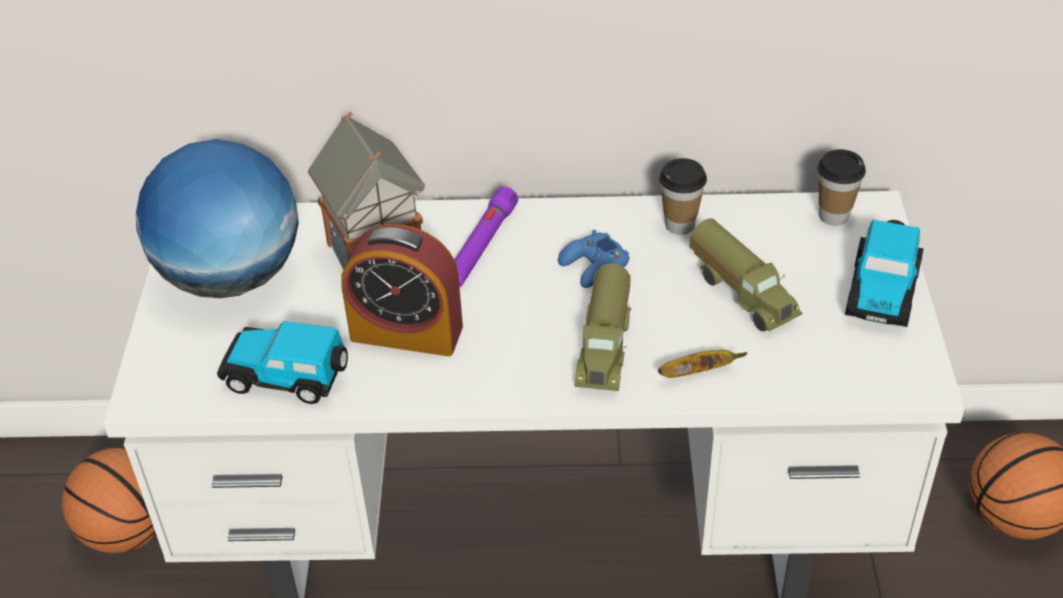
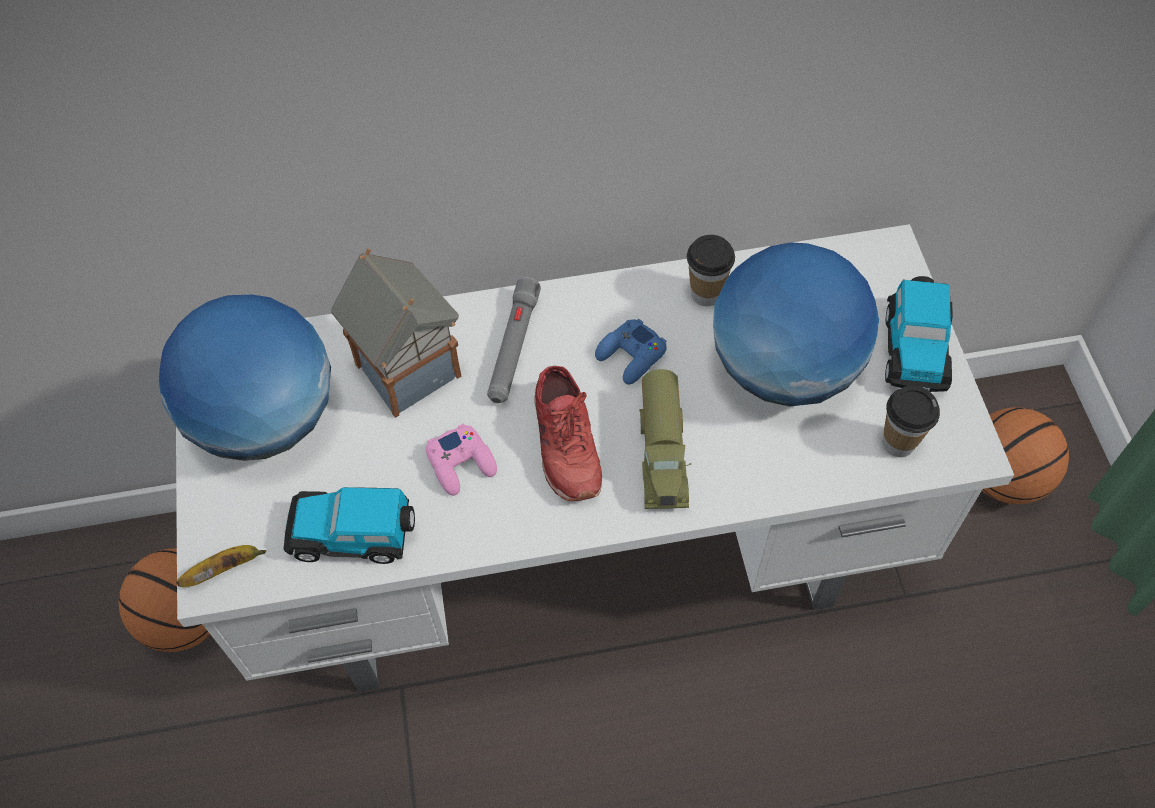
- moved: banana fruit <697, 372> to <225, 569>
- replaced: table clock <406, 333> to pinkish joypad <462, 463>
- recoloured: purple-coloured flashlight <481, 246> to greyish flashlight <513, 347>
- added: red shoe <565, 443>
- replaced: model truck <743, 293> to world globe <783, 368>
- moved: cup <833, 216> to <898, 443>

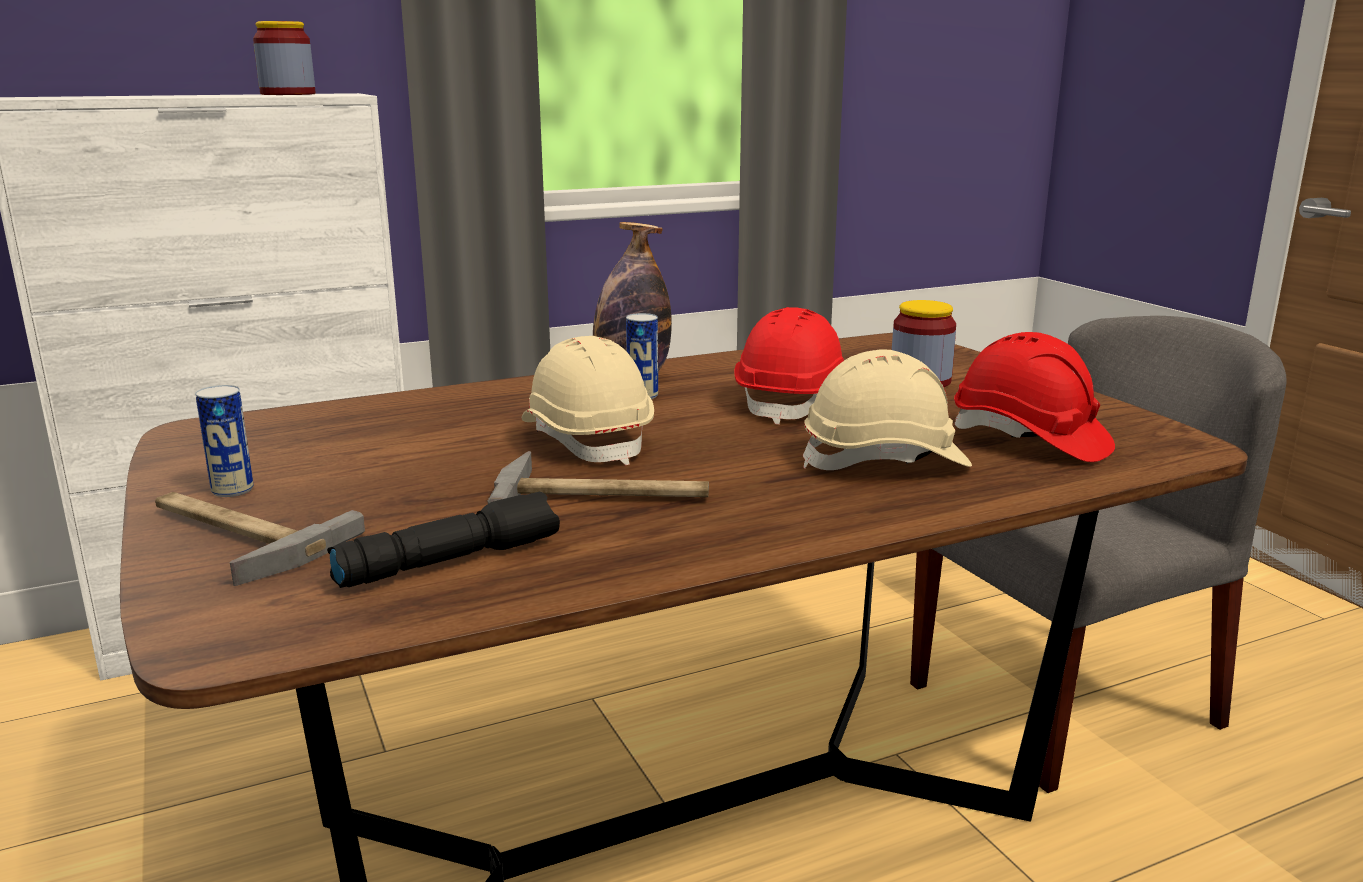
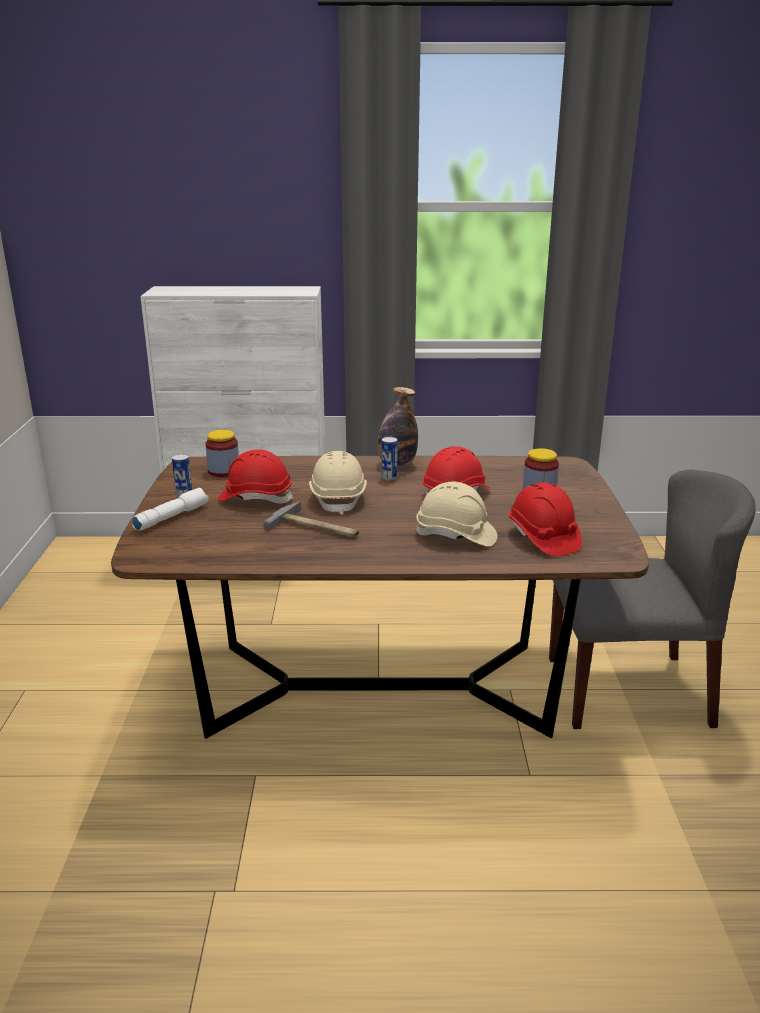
- replaced: hand hammer <233, 534> to whitish flashlight <171, 517>
- moved: storage jar <288, 94> to <224, 471>
- added: red safety helmet <255, 498>
- removed: black flashlight <450, 560>

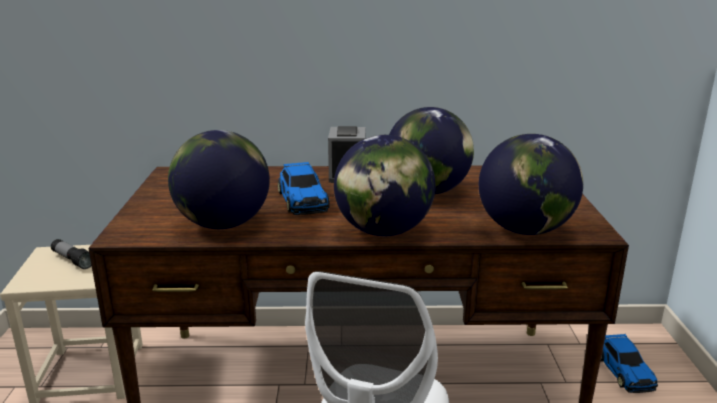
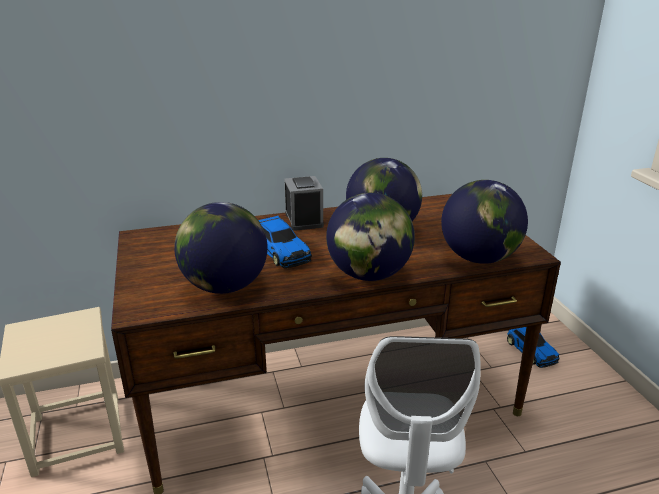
- removed: flashlight <73, 260>

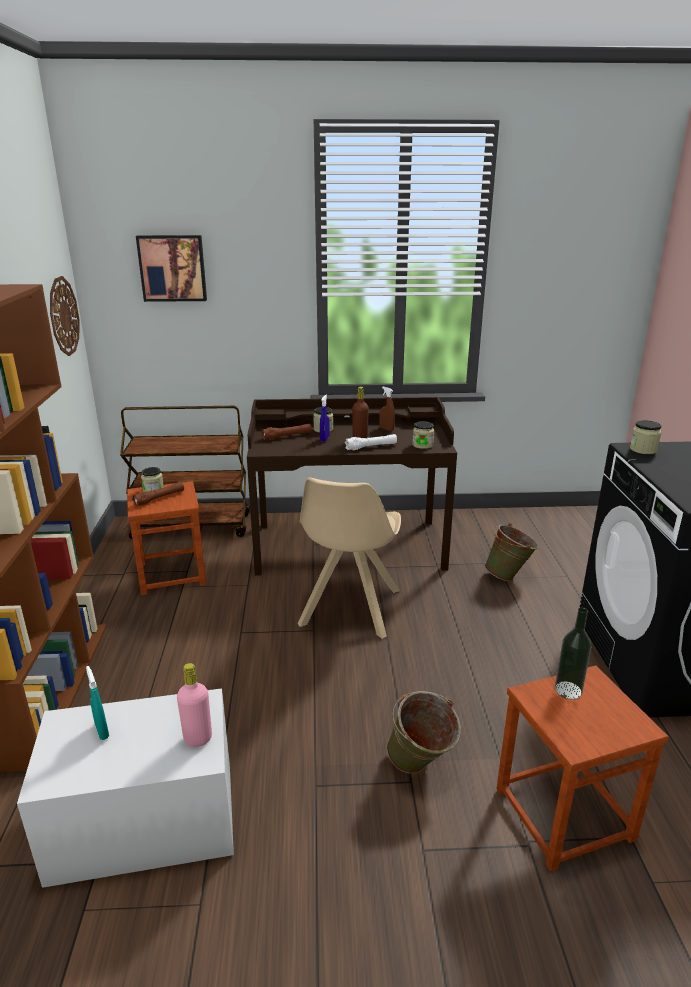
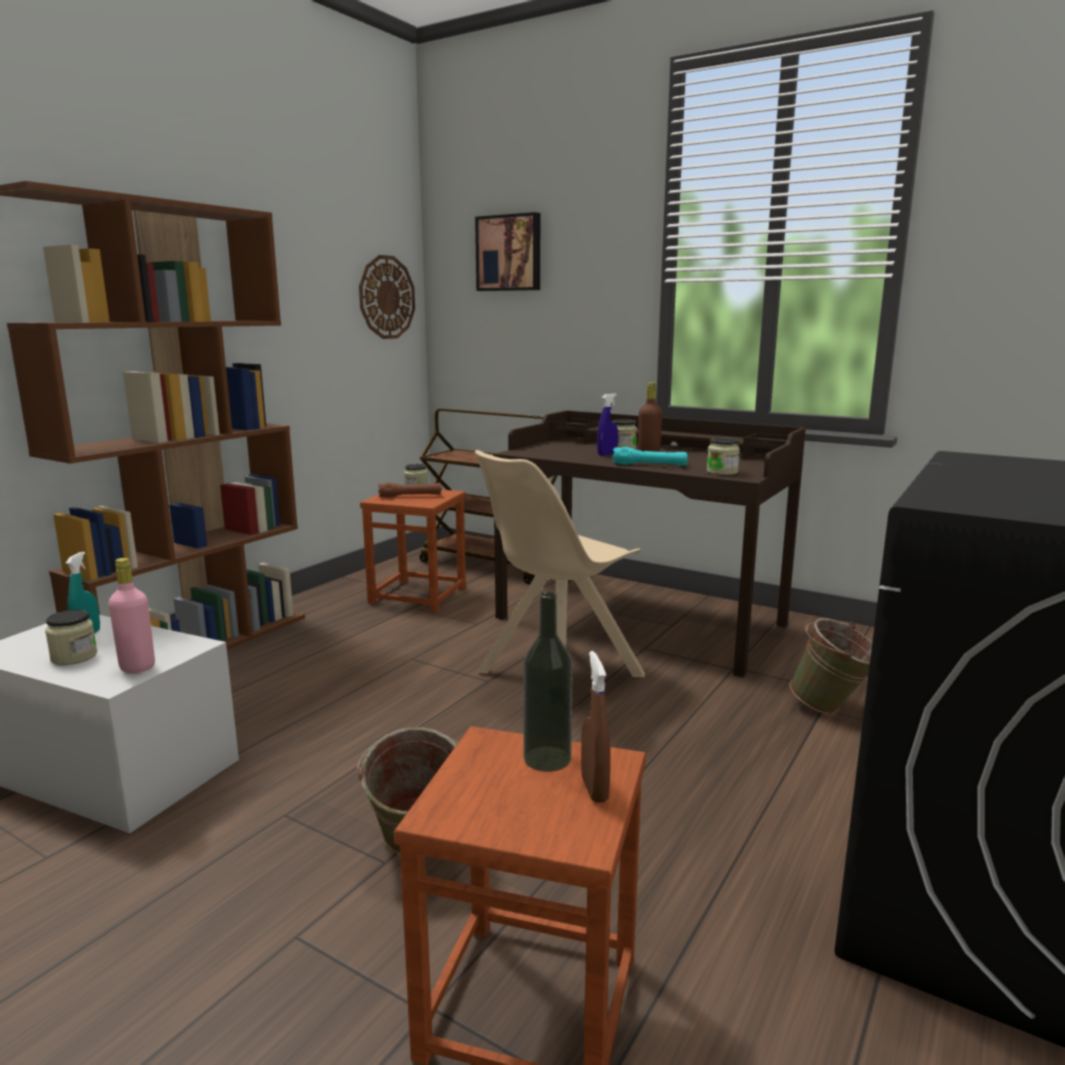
- moved: storage jar <643, 449> to <74, 657>
- moved: brown spray bottle <386, 429> to <594, 789>
- recoloured: whitish flashlight <371, 447> to turquoise flashlight <649, 465>
- removed: brown flashlight <287, 436>

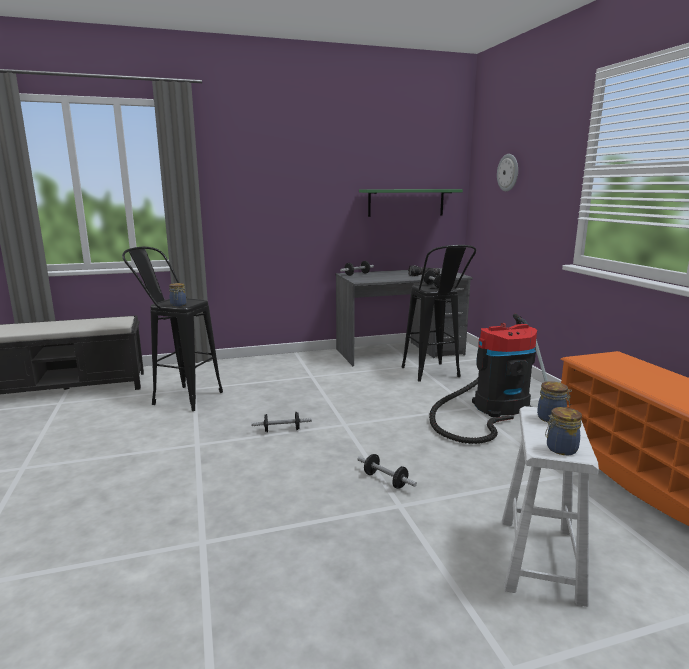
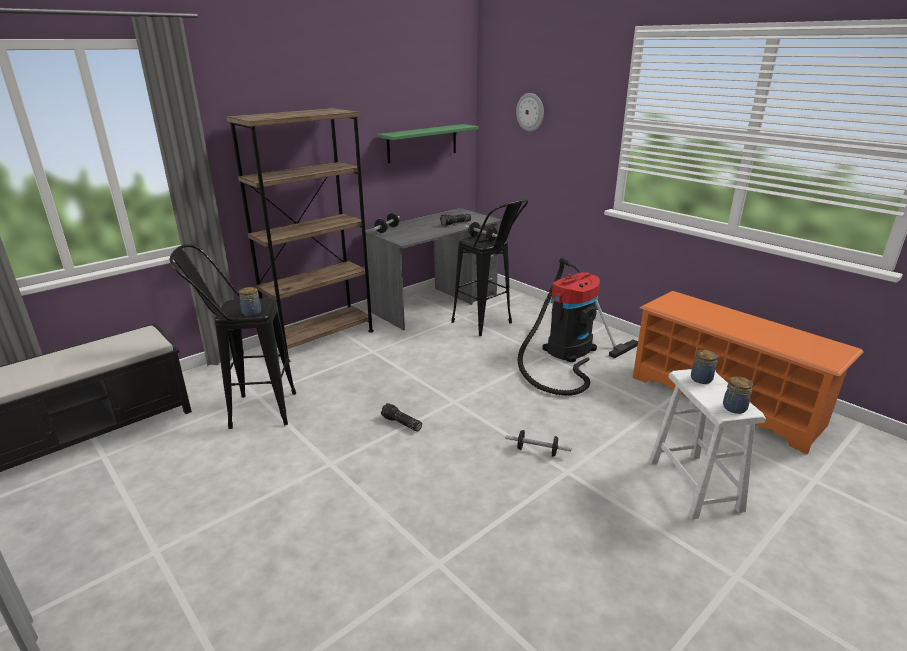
- added: brown bookcase <321, 338>
- replaced: hand weight <282, 430> to flashlight <401, 423>

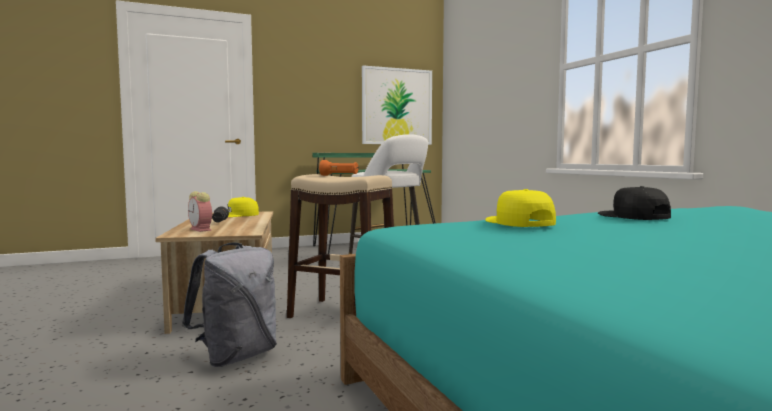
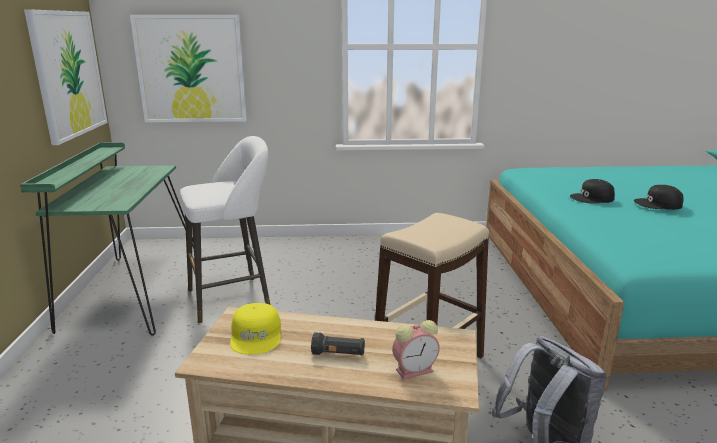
- added: picture <191, 69>
- added: black cap <658, 204>
- removed: orange-coloured flashlight <339, 175>
- removed: yellowish cap <518, 222>

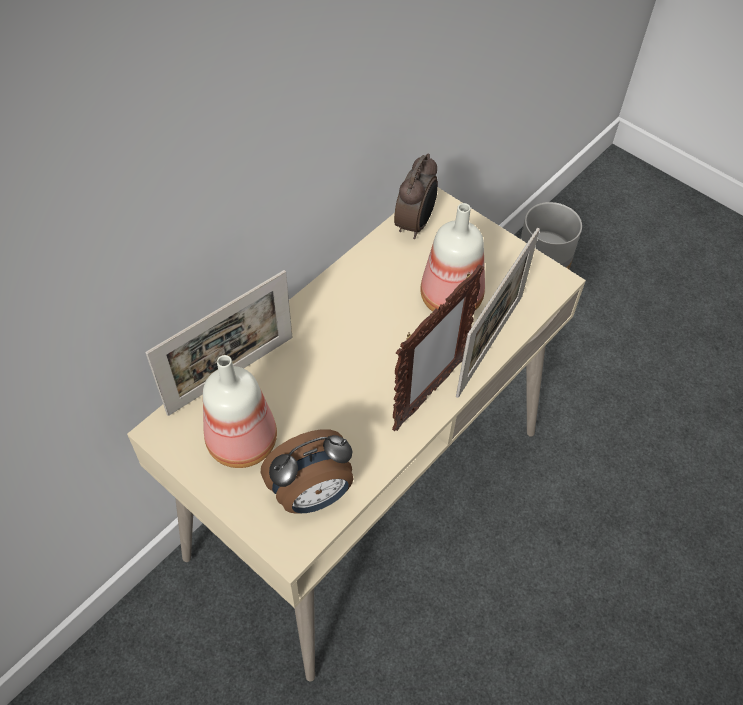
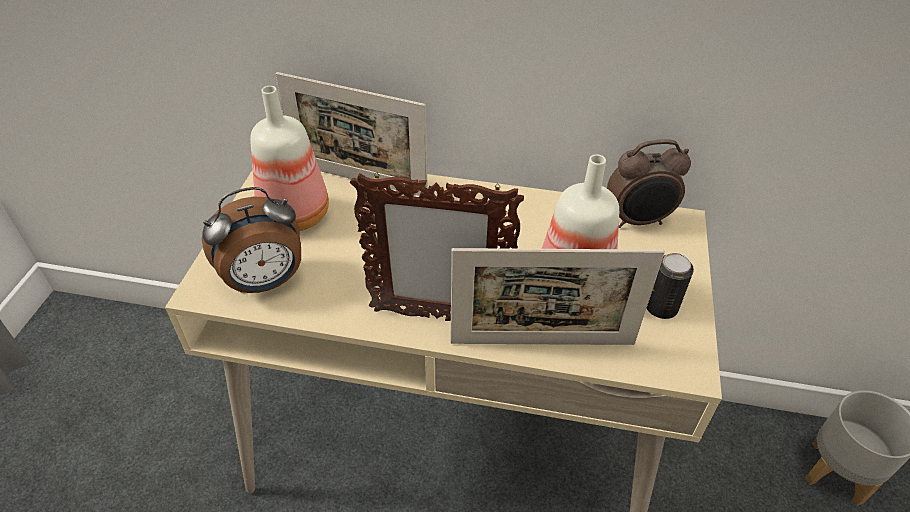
- turned: table clock <312, 495> = <265, 282> 60 degrees counterclockwise
- added: can <661, 308>

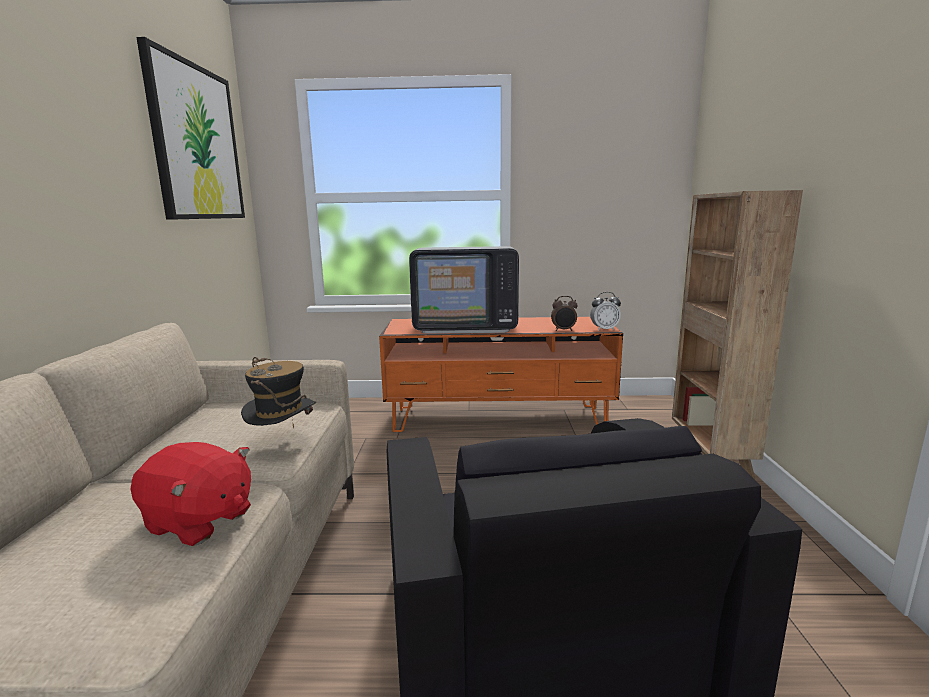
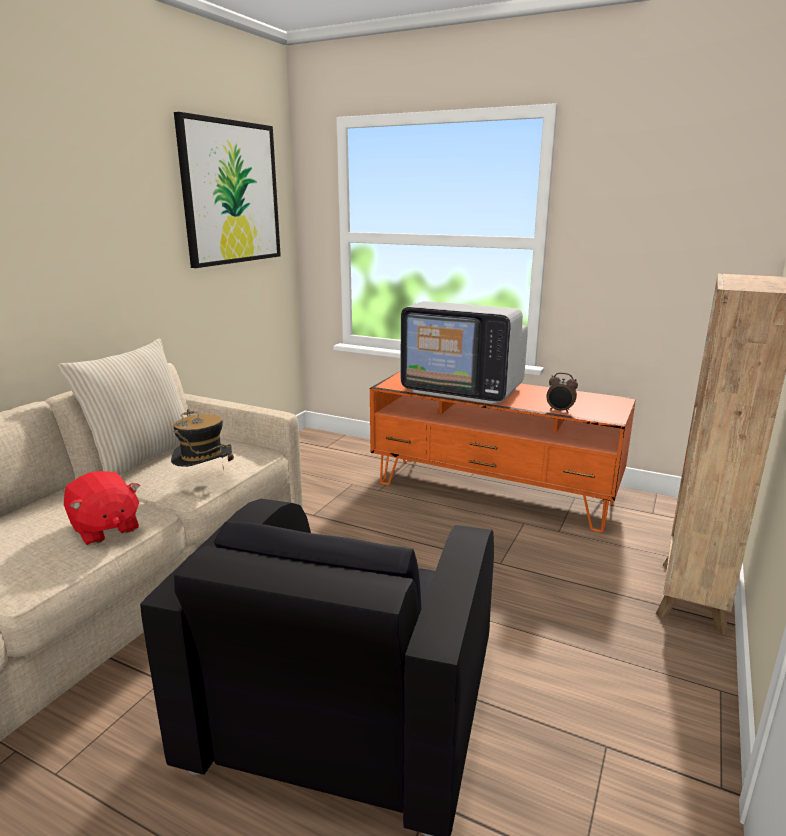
- added: sand-coloured cushion <143, 456>
- removed: table clock <604, 329>

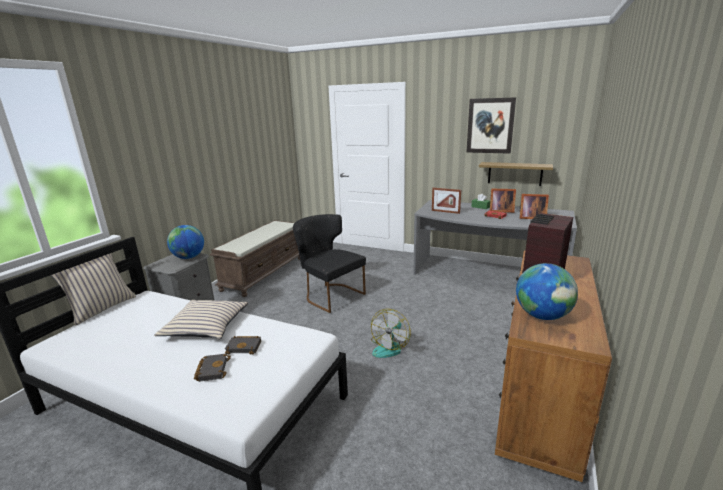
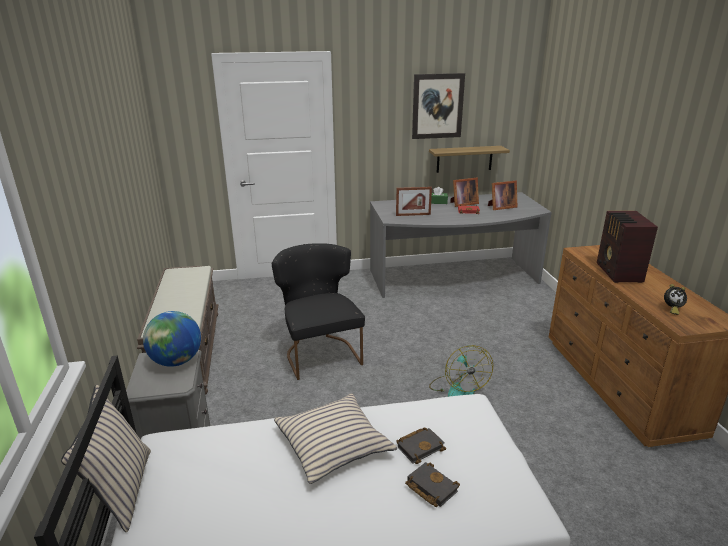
- turned: black plain chair <330, 295> = <320, 353> 60 degrees clockwise
- replaced: world globe <542, 316> to table clock <671, 309>

